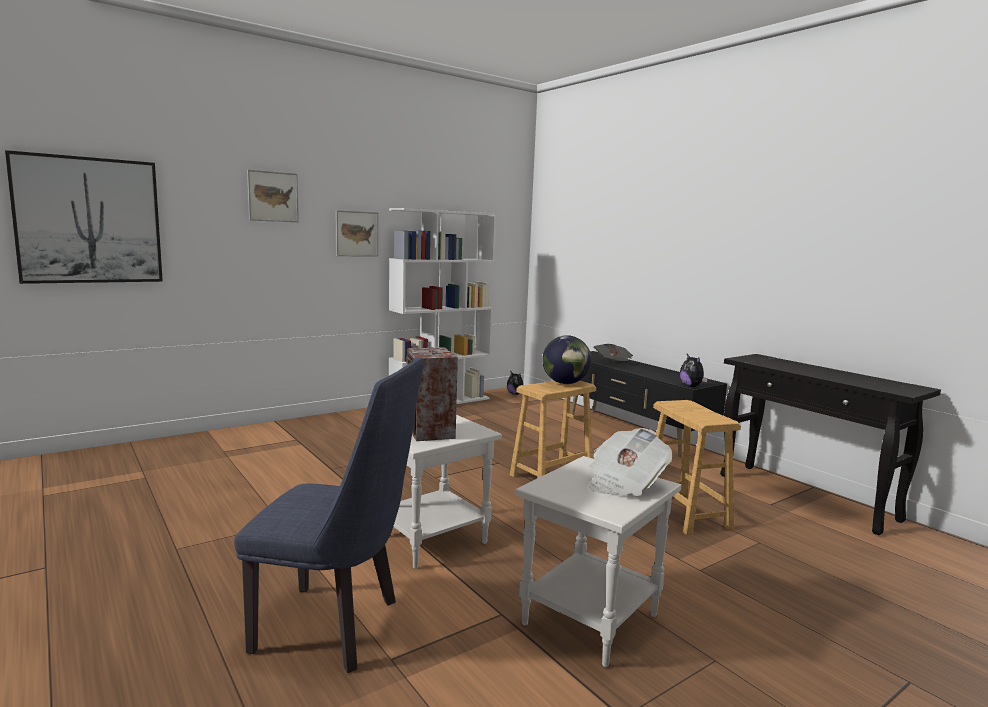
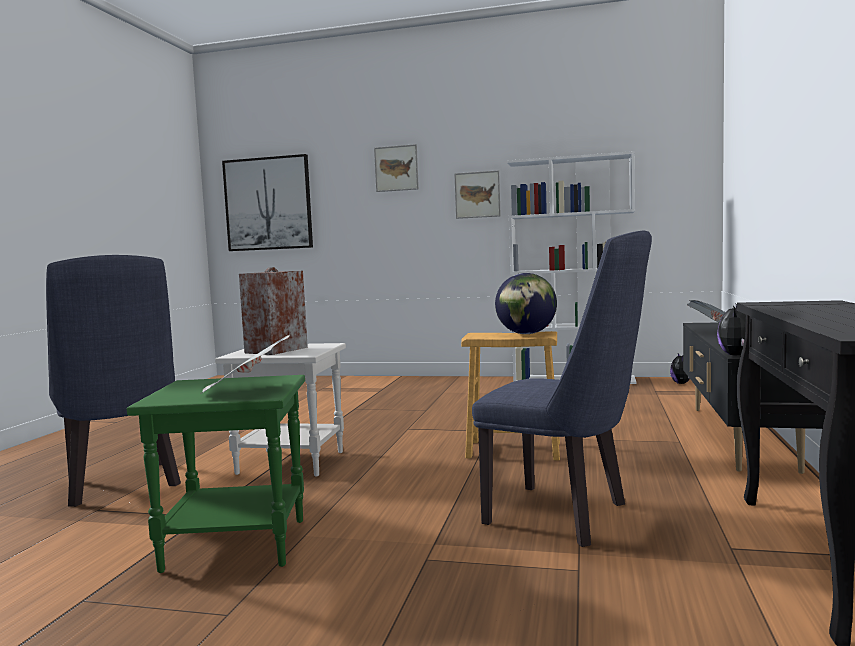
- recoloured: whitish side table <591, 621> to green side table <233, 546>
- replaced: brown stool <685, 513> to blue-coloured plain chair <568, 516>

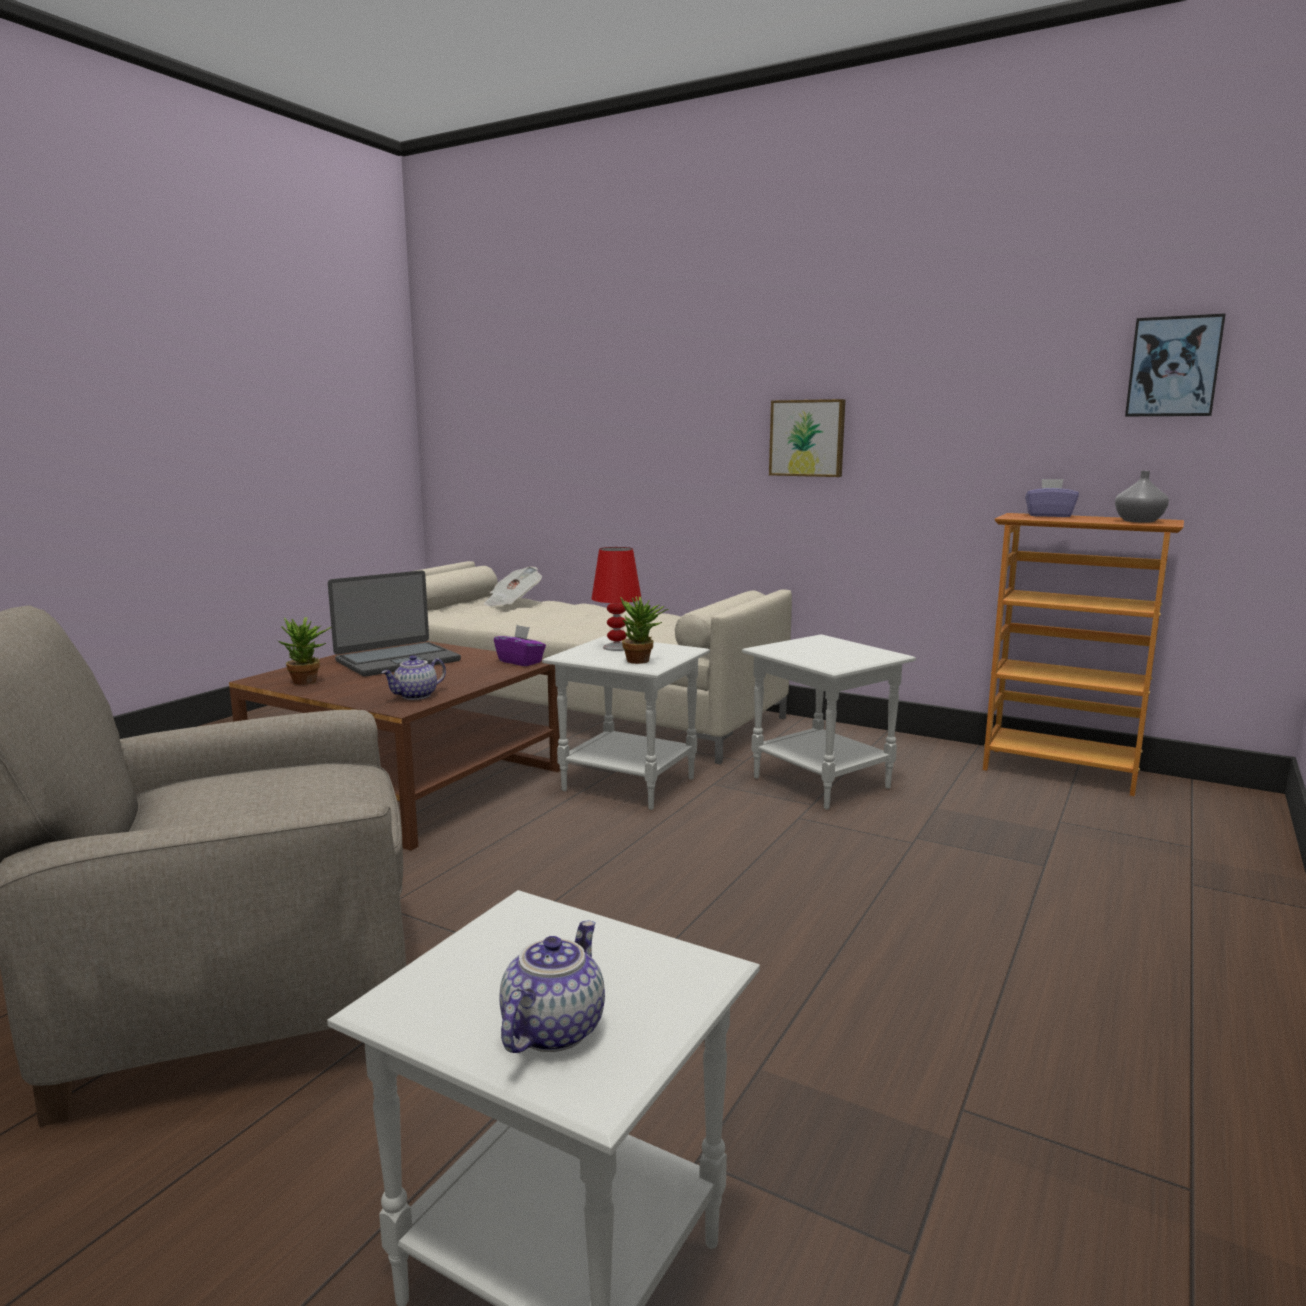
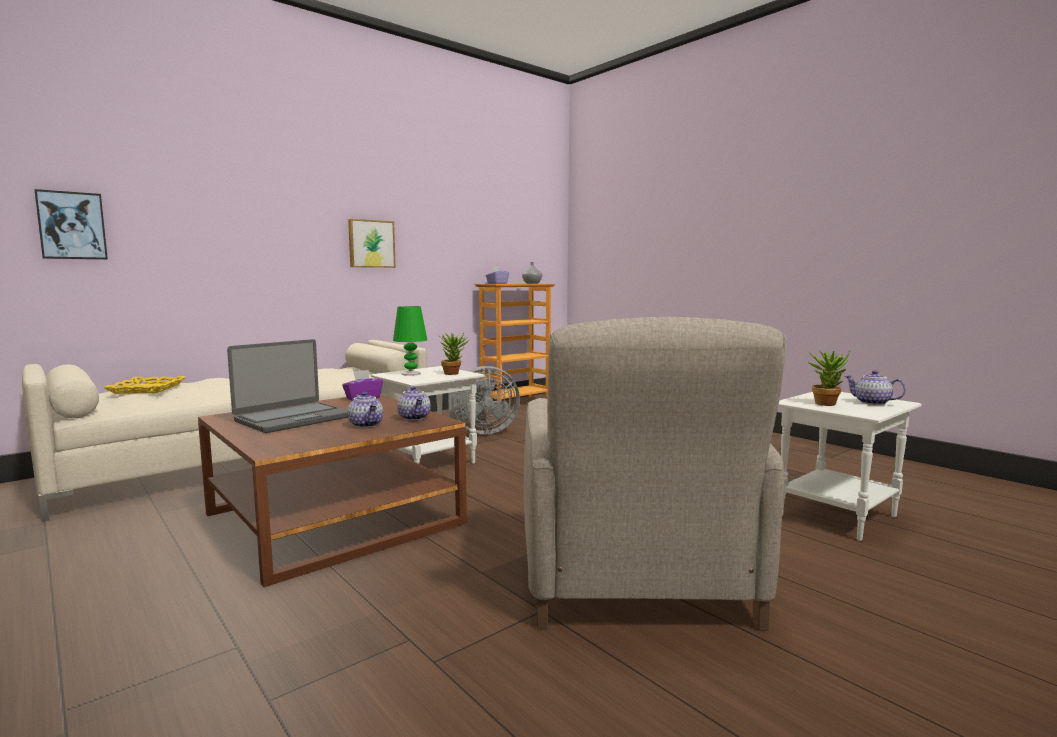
- moved: picture <1173, 367> to <72, 225>
- replaced: daily paper <512, 602> to yellowish serving tray <147, 389>
- turned: notebook computer <397, 661> = <293, 419> 60 degrees clockwise
- added: tea pot <367, 425>
- recoloured: red lamp for a table <617, 647> to green lamp for a table <411, 374>
- replaced: whitish side table <822, 783> to greyish electric fan <481, 432>
- moved: potted plant <308, 682> to <826, 403>

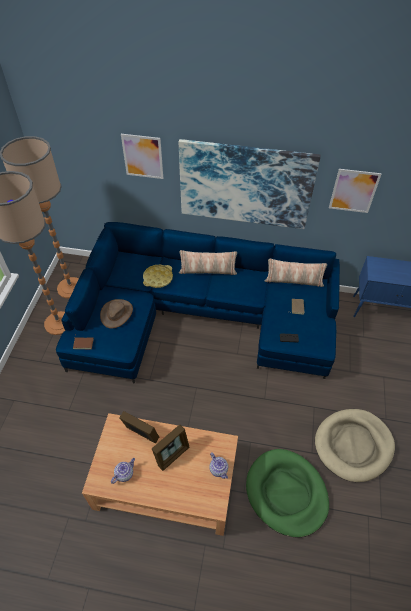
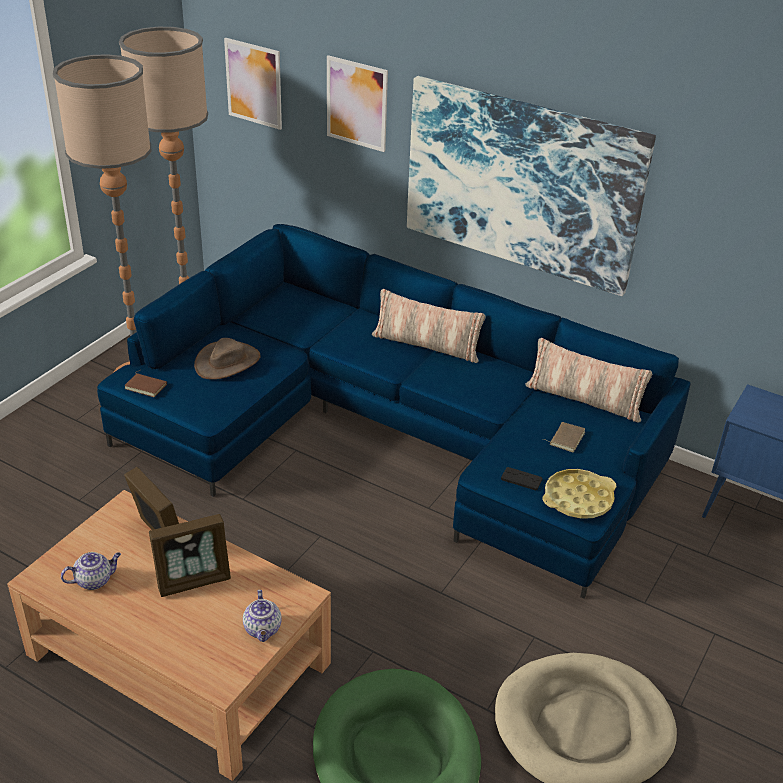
- moved: picture <353, 191> to <253, 83>
- moved: yellowish serving tray <158, 278> to <578, 499>

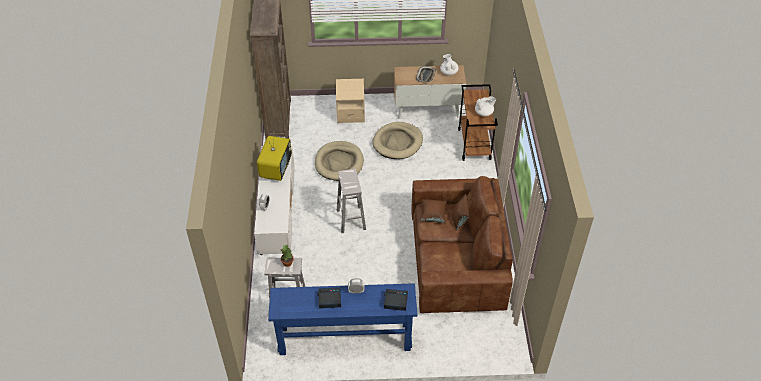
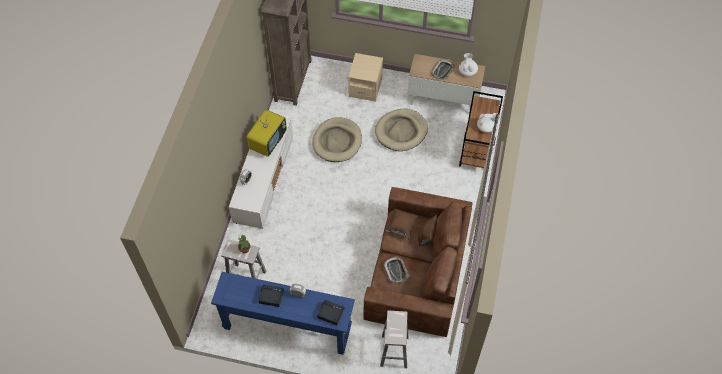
- moved: whitish stool <351, 219> to <394, 350>
- added: serving tray <396, 271>

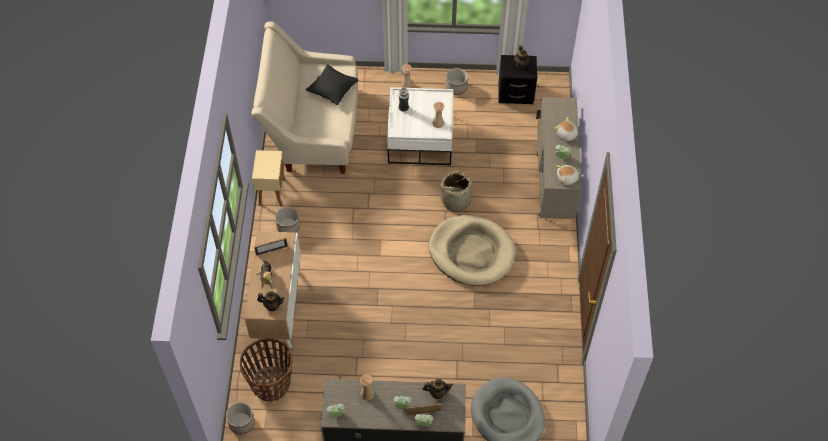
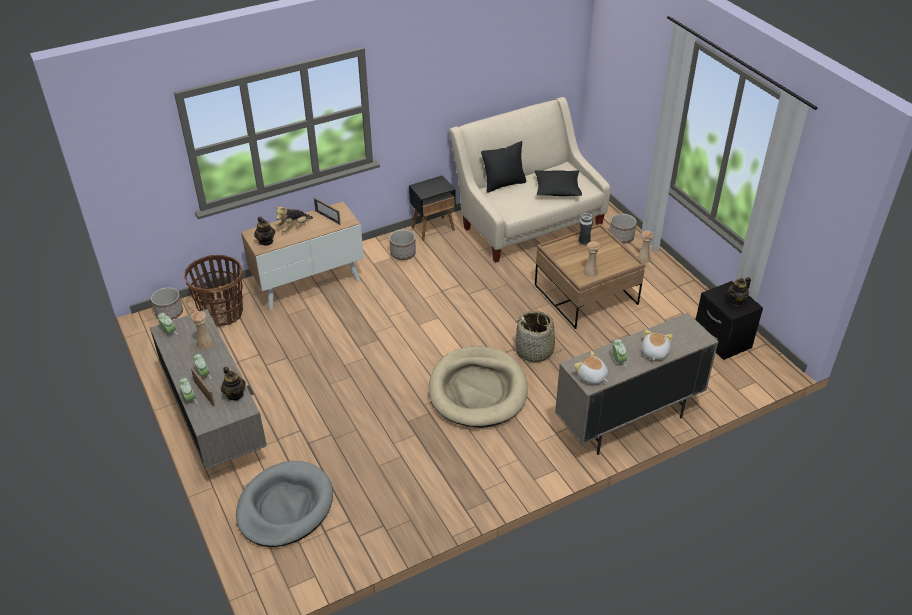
- recoloured: sand-coloured side table <272, 192> to black side table <433, 228>
- added: black cushion <504, 184>
- recoloured: whitish low table <420, 139> to brown low table <585, 295>
- moved: plant pot <456, 88> to <621, 237>

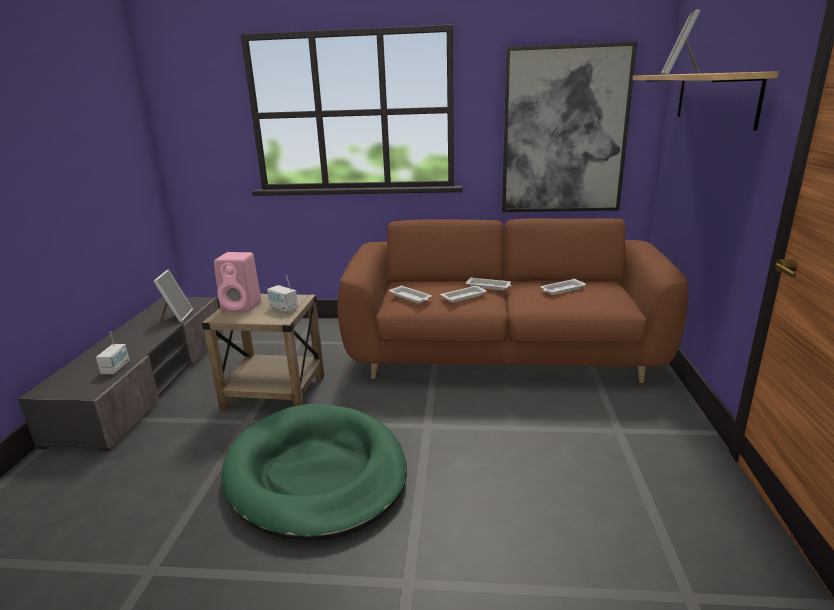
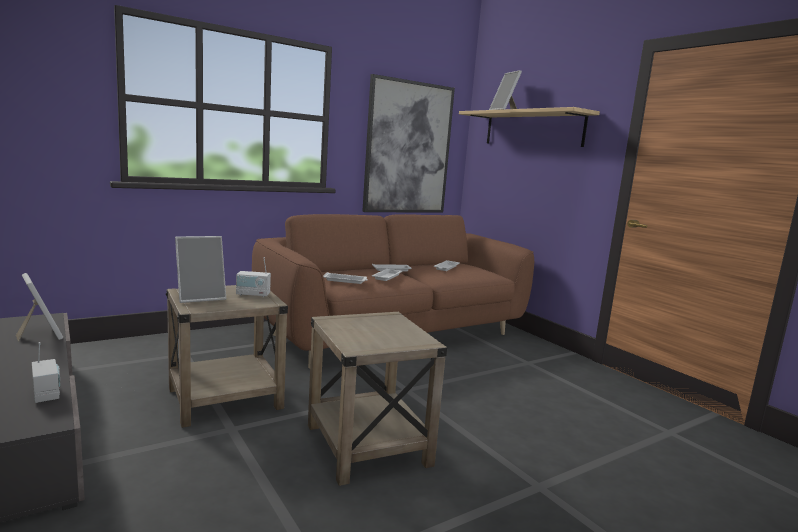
- replaced: pinkish speaker <243, 306> to picture frame <201, 297>
- replaced: green dog bed <316, 474> to sand-coloured side table <368, 446>

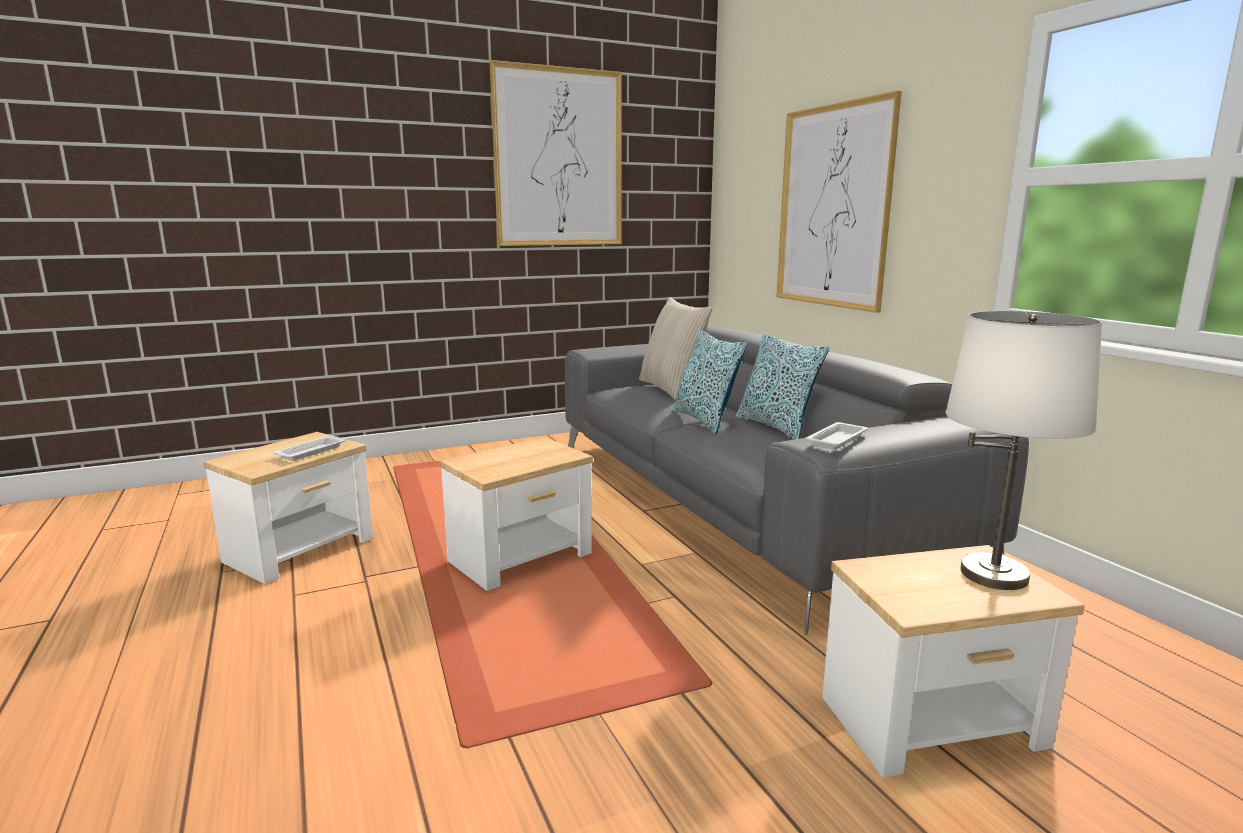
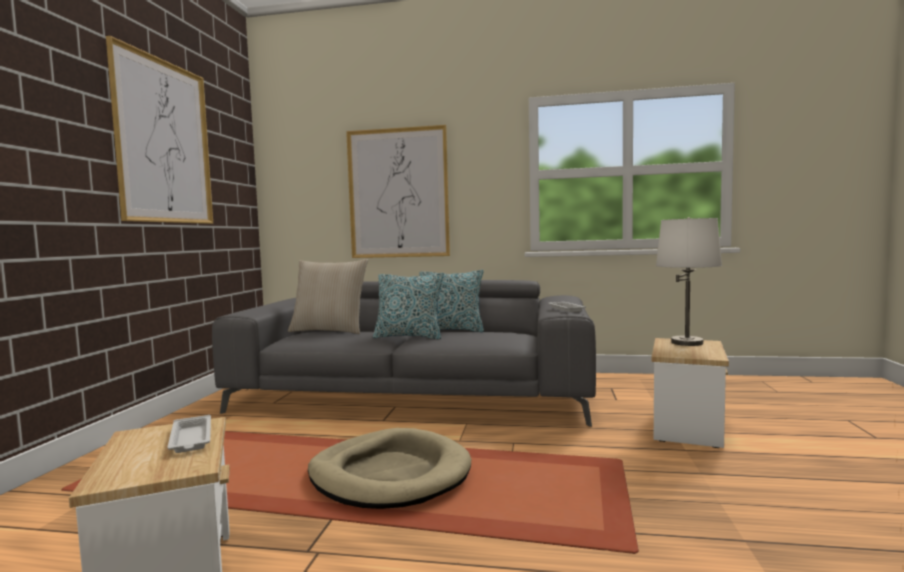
- replaced: side table <521, 559> to sand-coloured dog bed <390, 474>

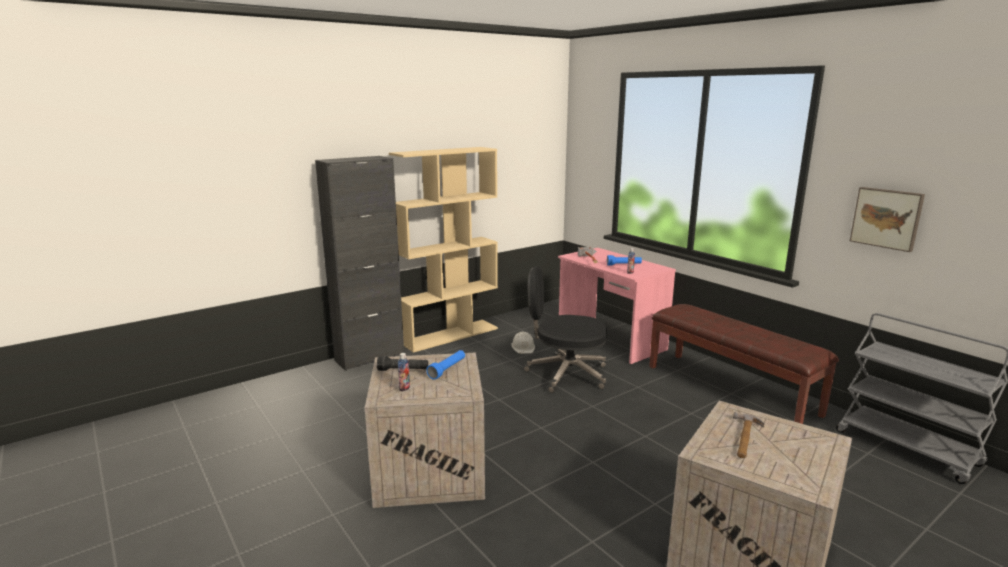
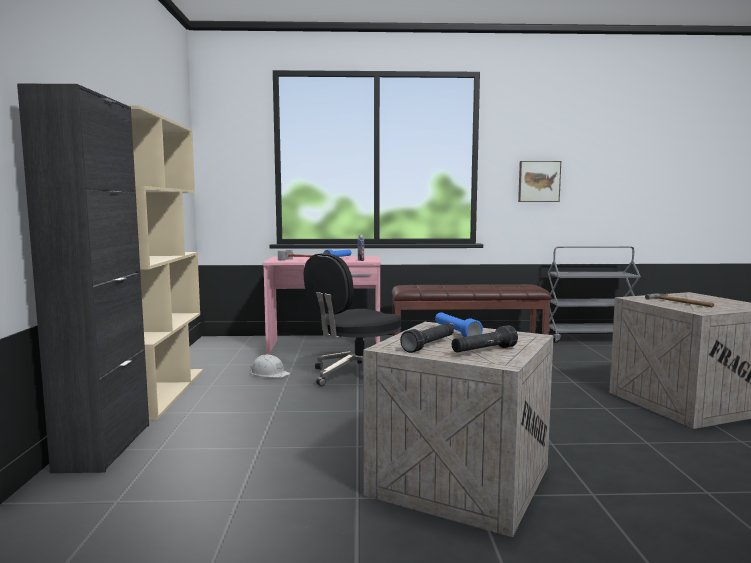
- replaced: drink bottle <404, 388> to black flashlight <483, 351>

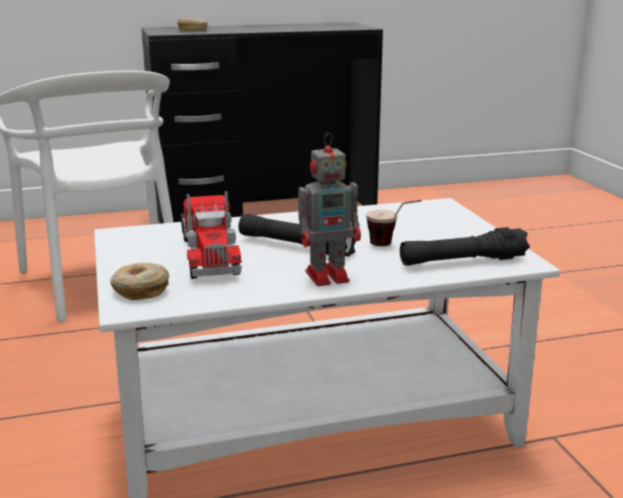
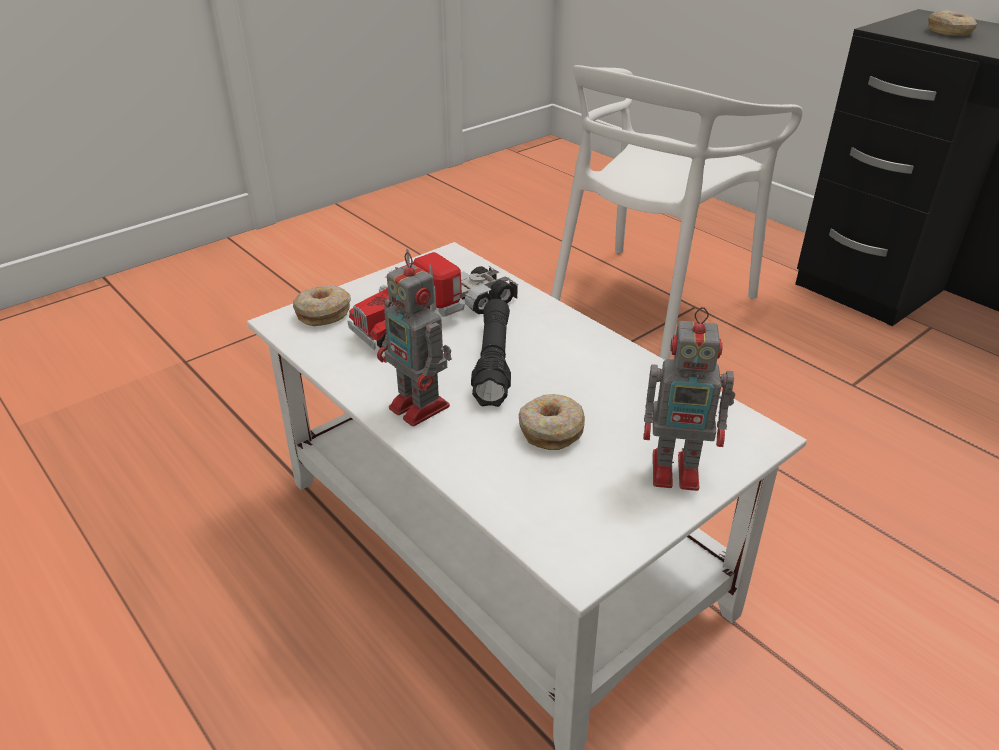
- replaced: cup <392, 245> to ring doughnut <550, 430>
- added: toy robot <678, 470>
- removed: black flashlight <462, 261>

